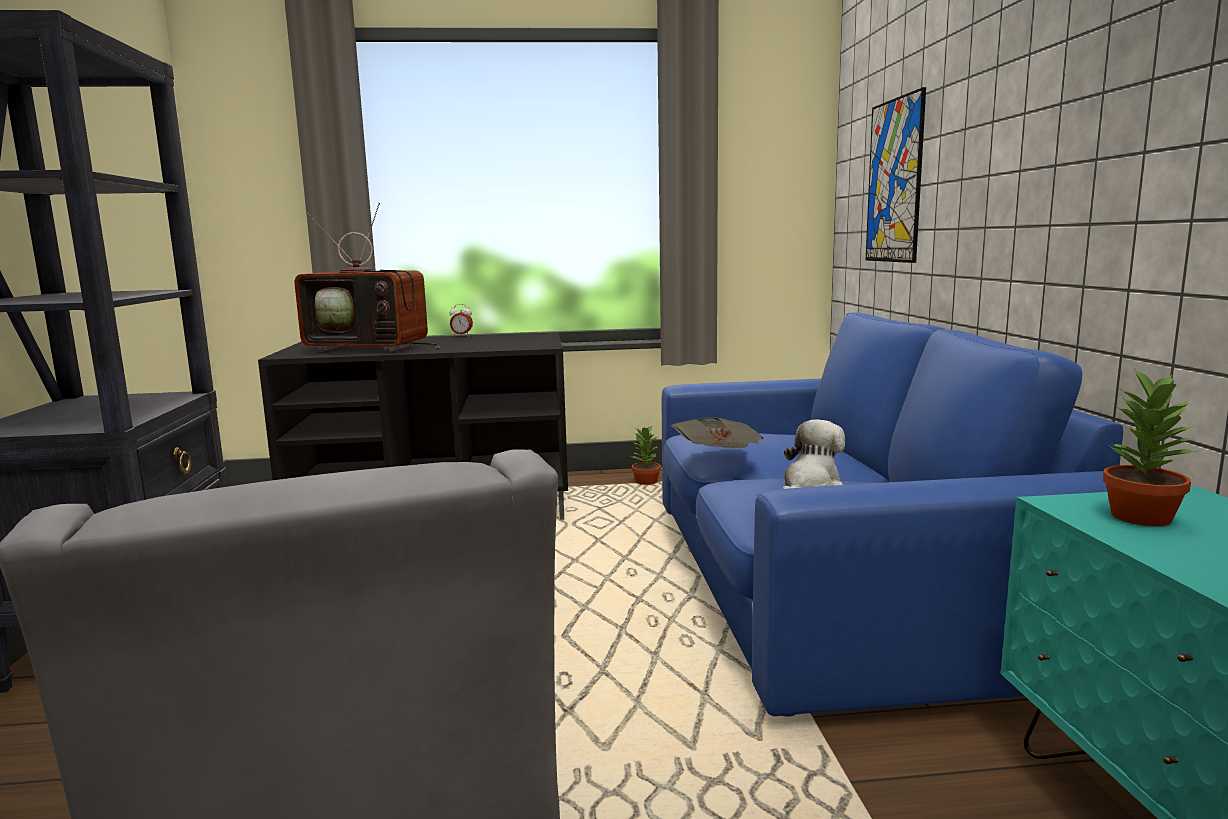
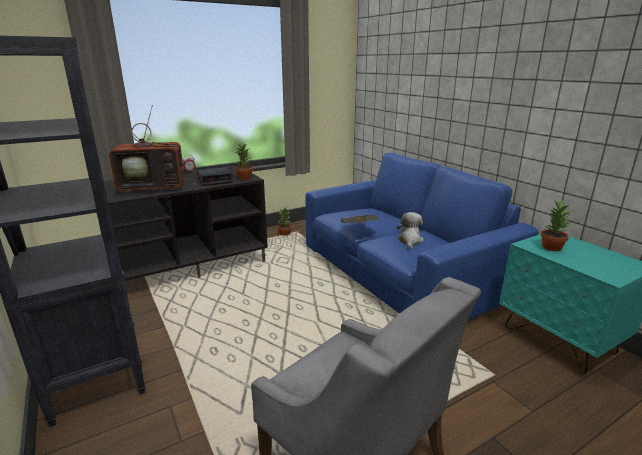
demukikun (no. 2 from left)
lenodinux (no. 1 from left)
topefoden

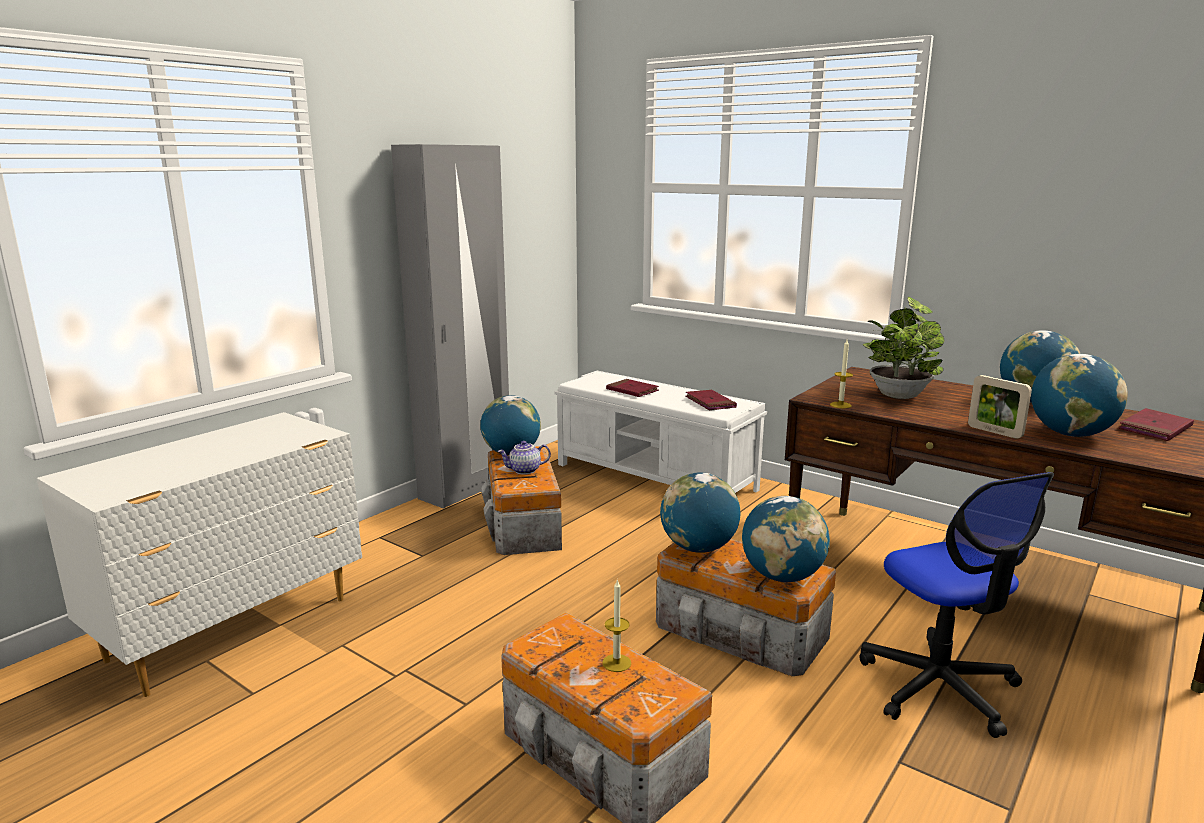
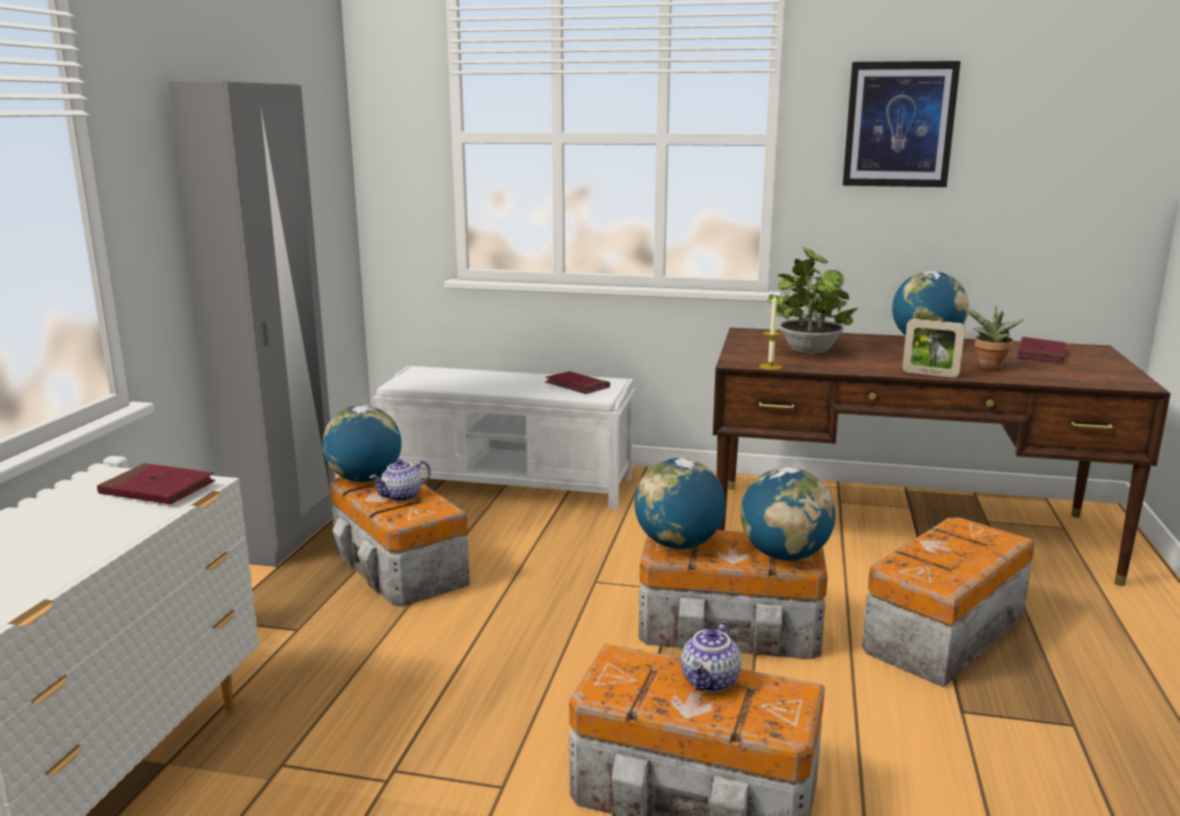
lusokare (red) (no. 1 from left)
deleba (no. 2 from left)
topefoden
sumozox (no. 4 from left)
lenodinux (no. 2 from left)

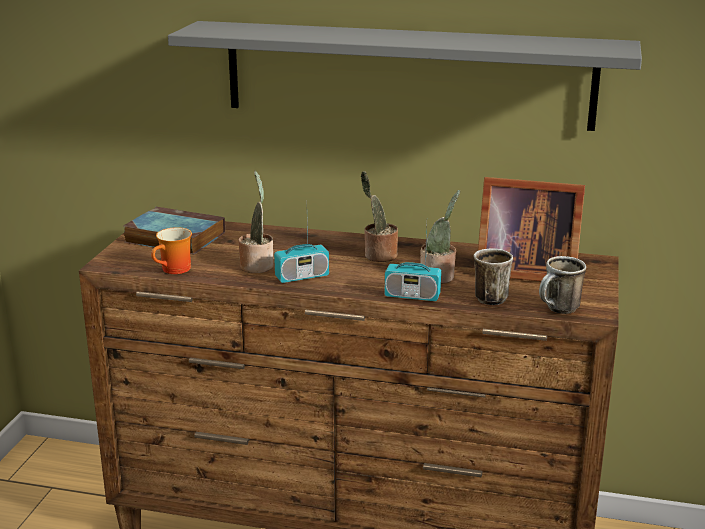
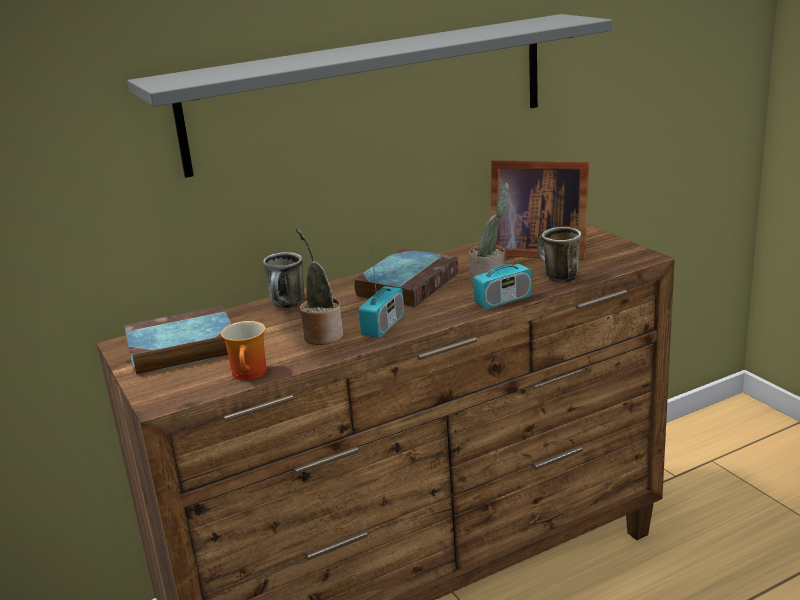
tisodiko (no. 2 from left)
lusokare (no. 2 from left)
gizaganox

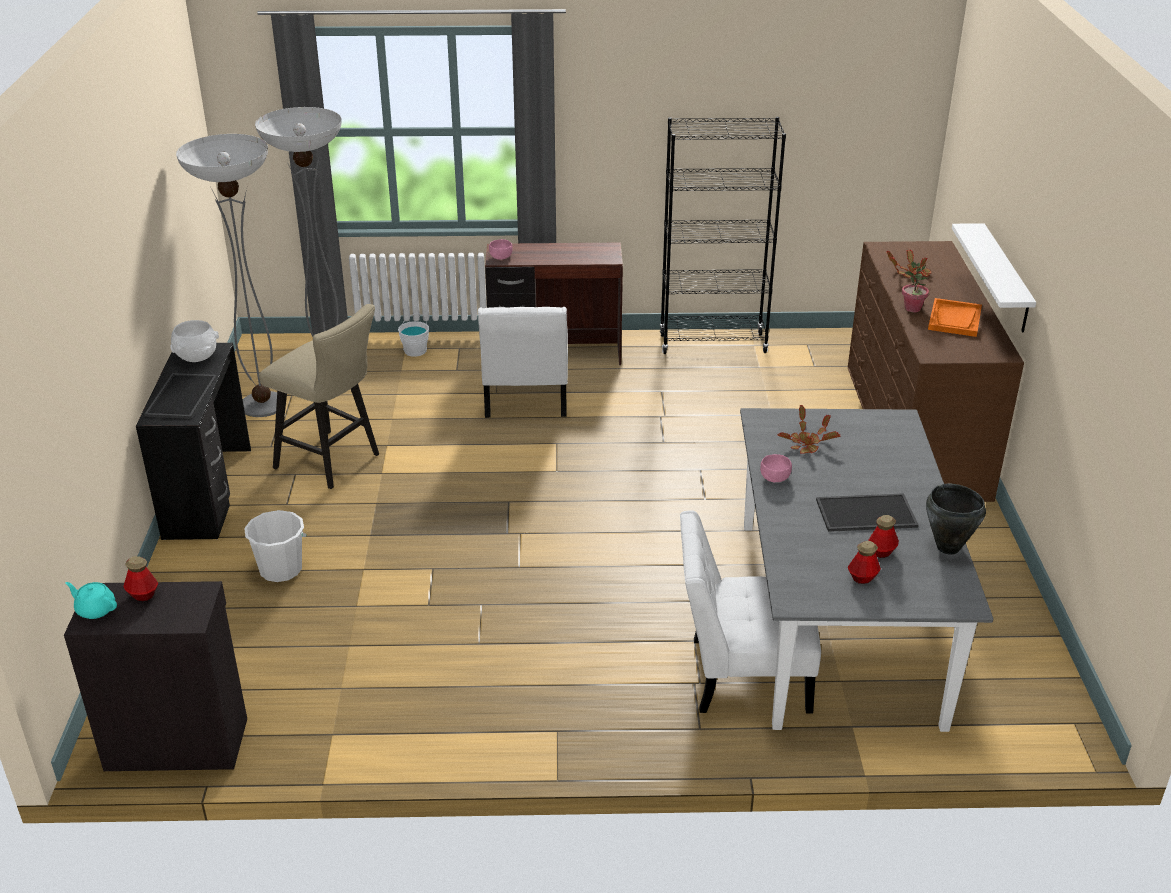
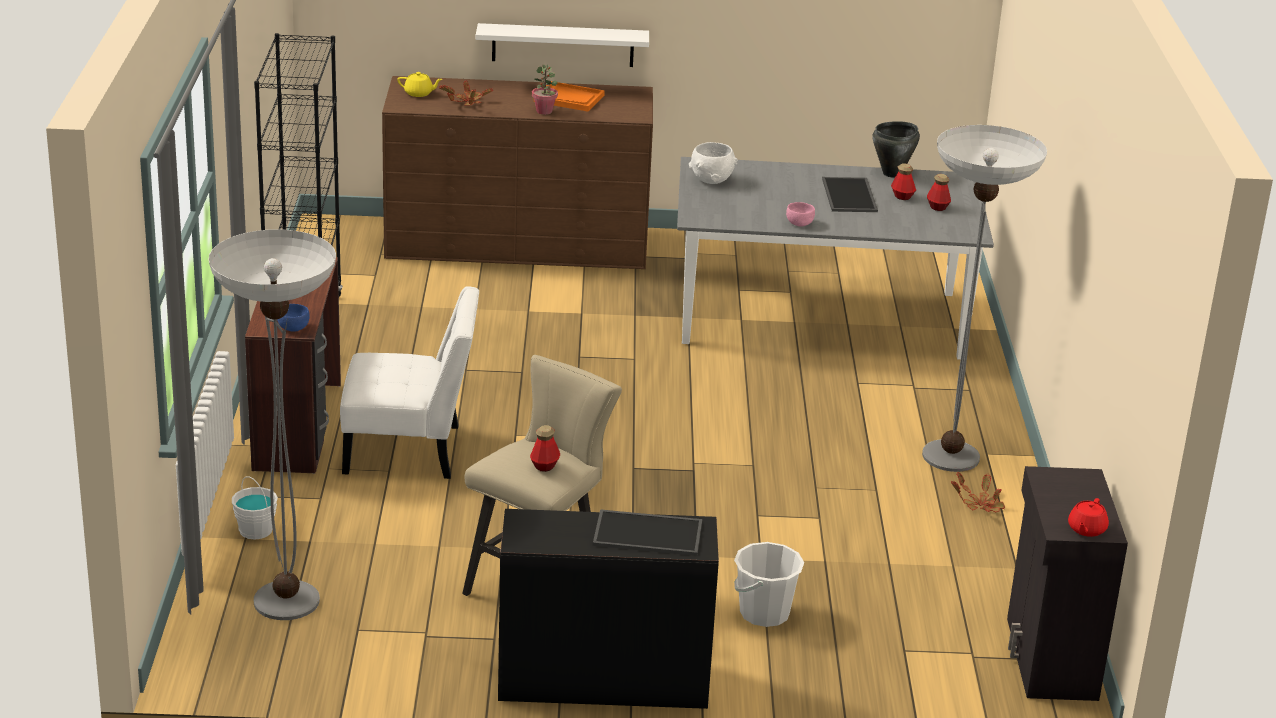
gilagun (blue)
deleba (yellow)
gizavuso (no. 1 from left)
gilagun (white)
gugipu (no. 2 from left)
lenodinux (no. 3 from left)
deleba (red)
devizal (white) (no. 2 from left in the first image)

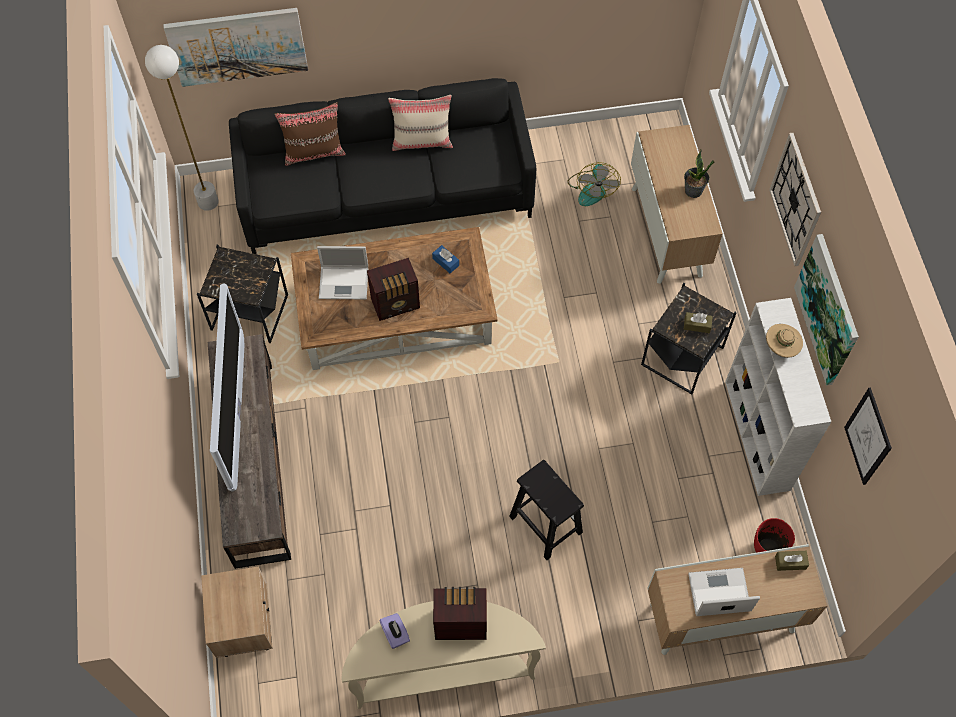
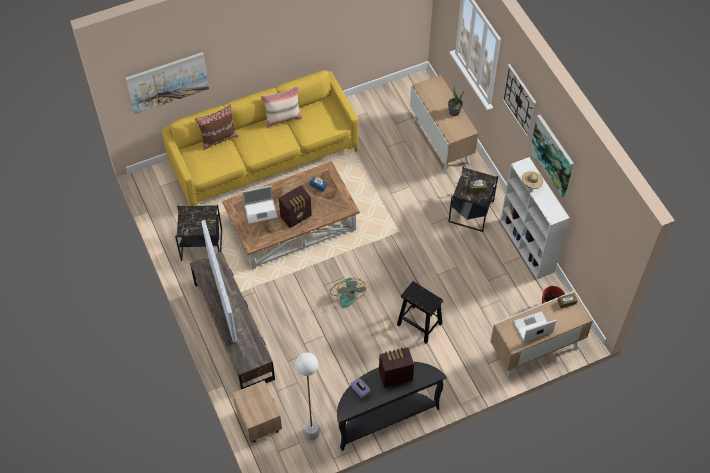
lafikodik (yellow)
gugipu (white)
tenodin
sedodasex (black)
topefoden (no. 3 from left in the first image)

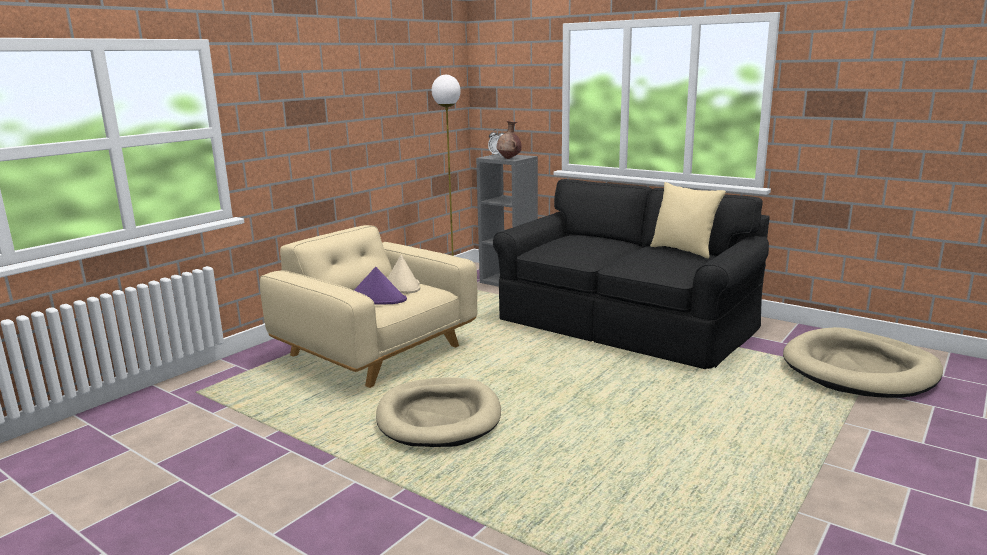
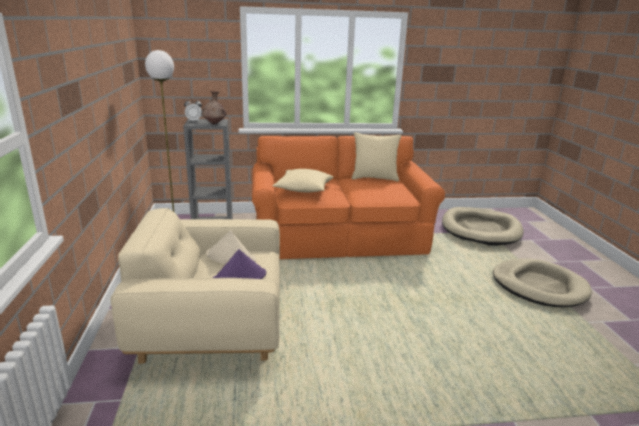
lafikodik (orange)
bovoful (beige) (no. 1 from left)
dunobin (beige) (no. 2 from left)

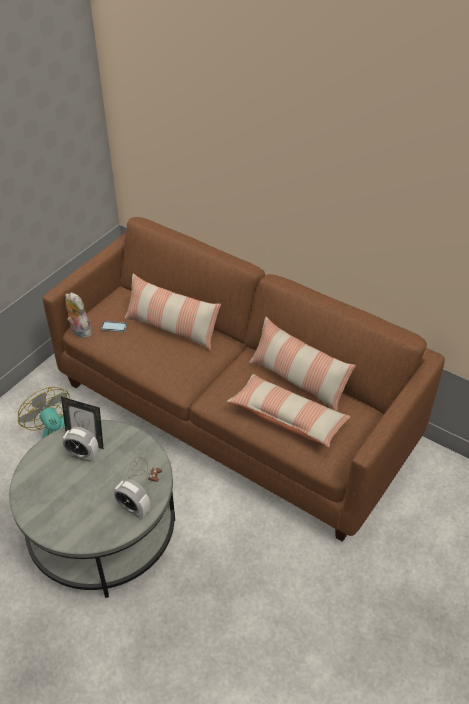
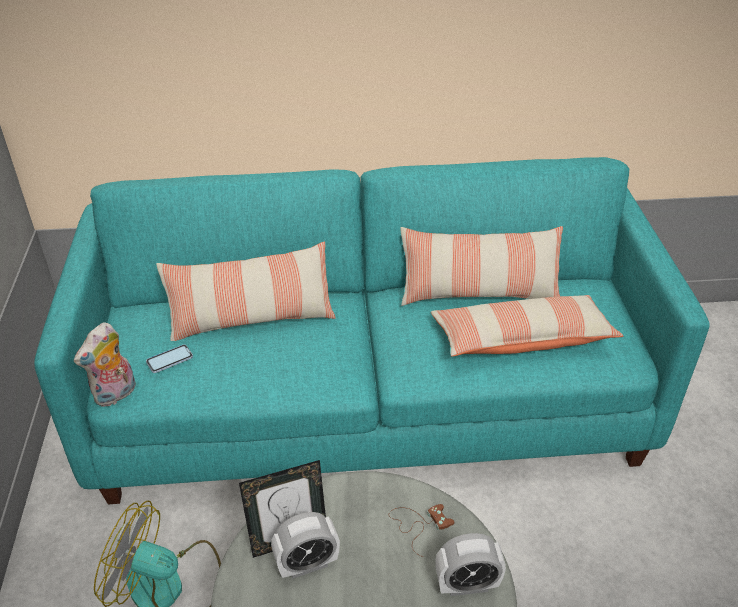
lafikodik (turquoise)
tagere

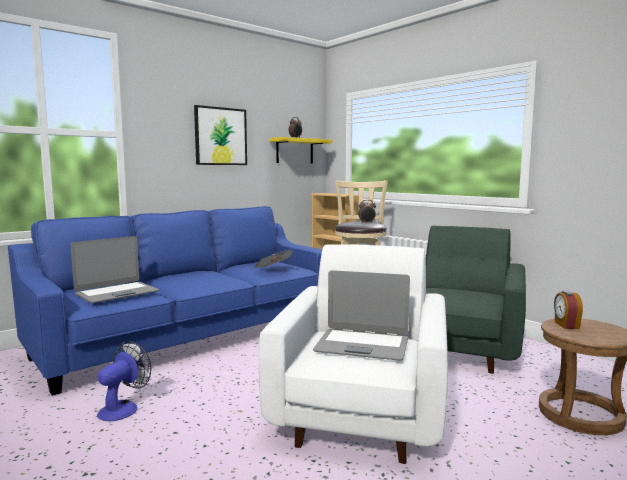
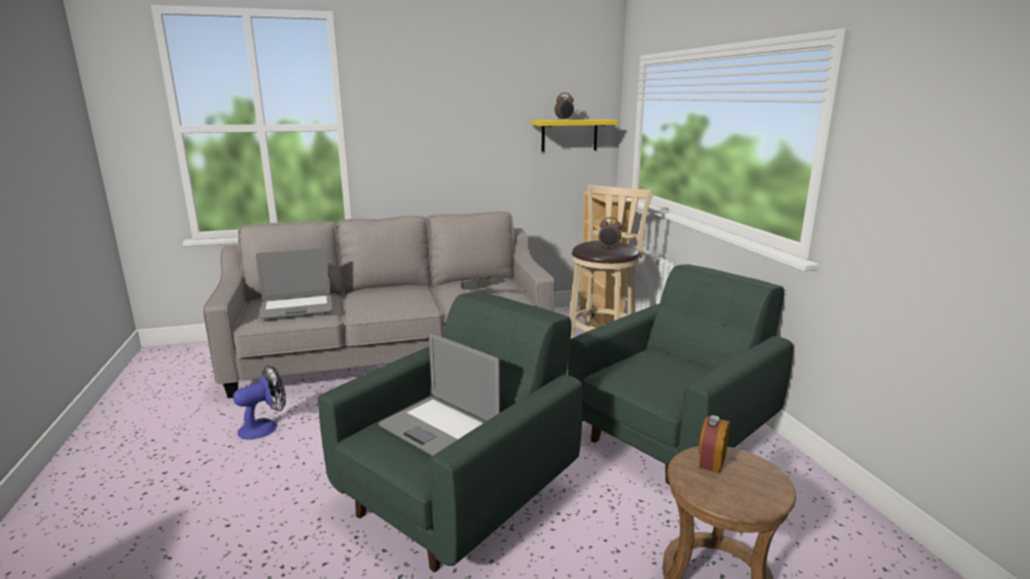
lafikodik (grey)
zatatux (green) (no. 1 from left)
topefoden

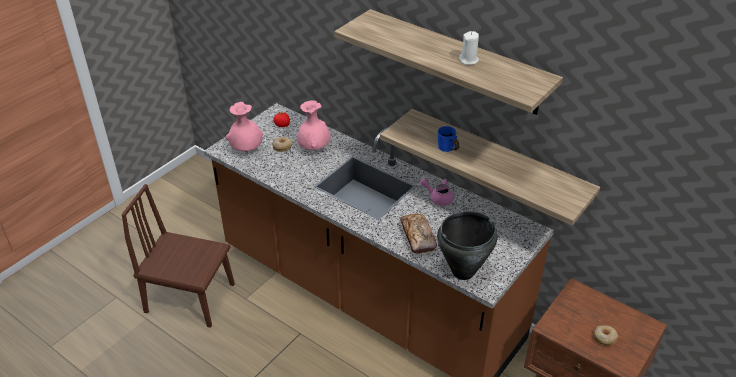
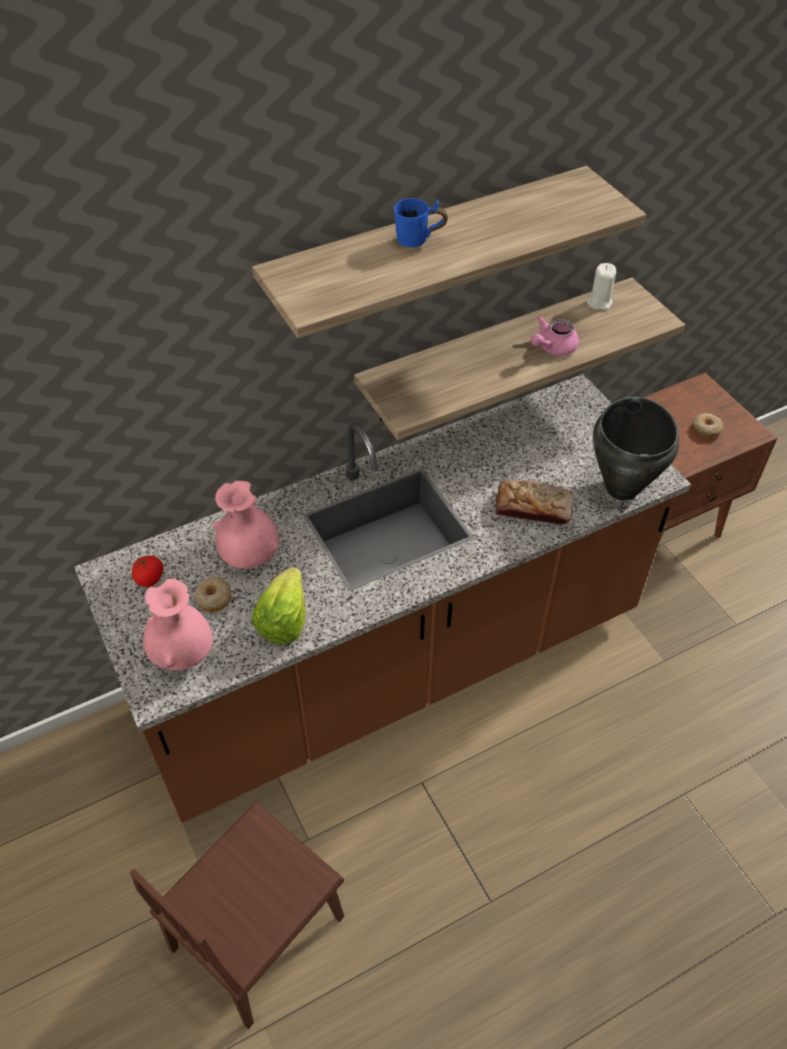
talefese
tisodiko (blue)
deleba (pink)
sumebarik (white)

